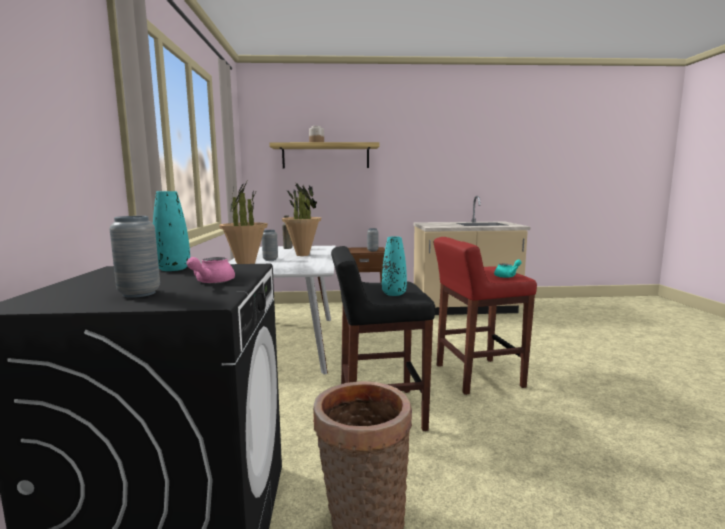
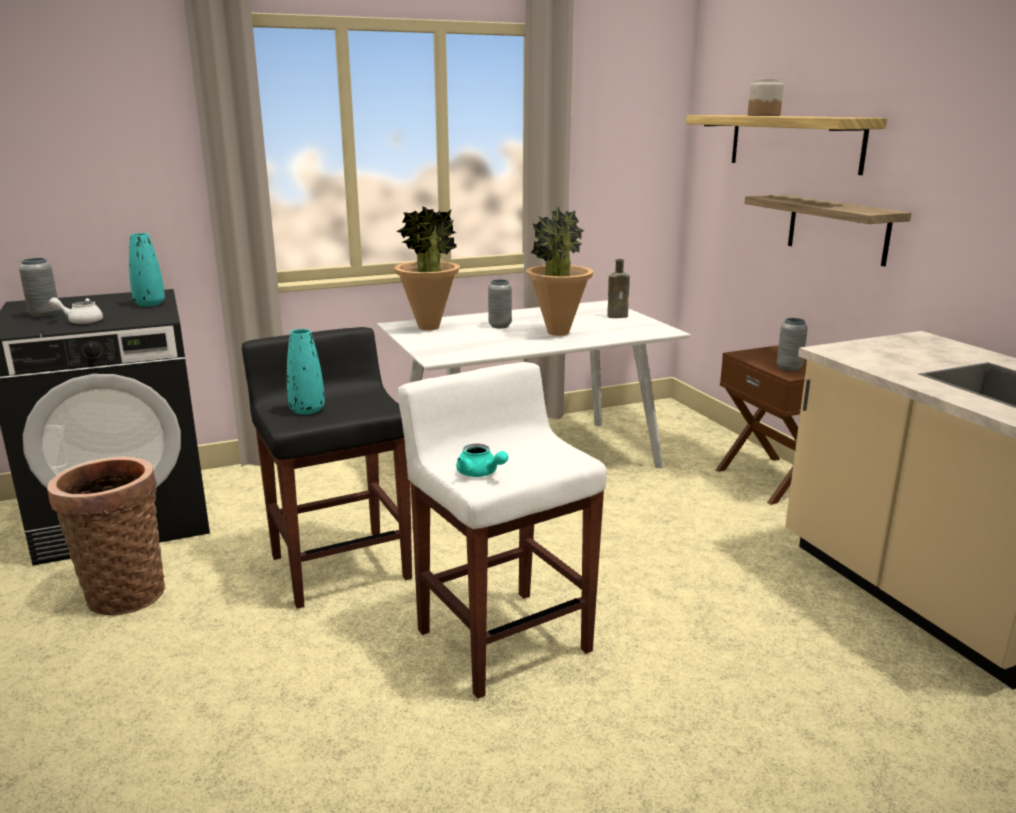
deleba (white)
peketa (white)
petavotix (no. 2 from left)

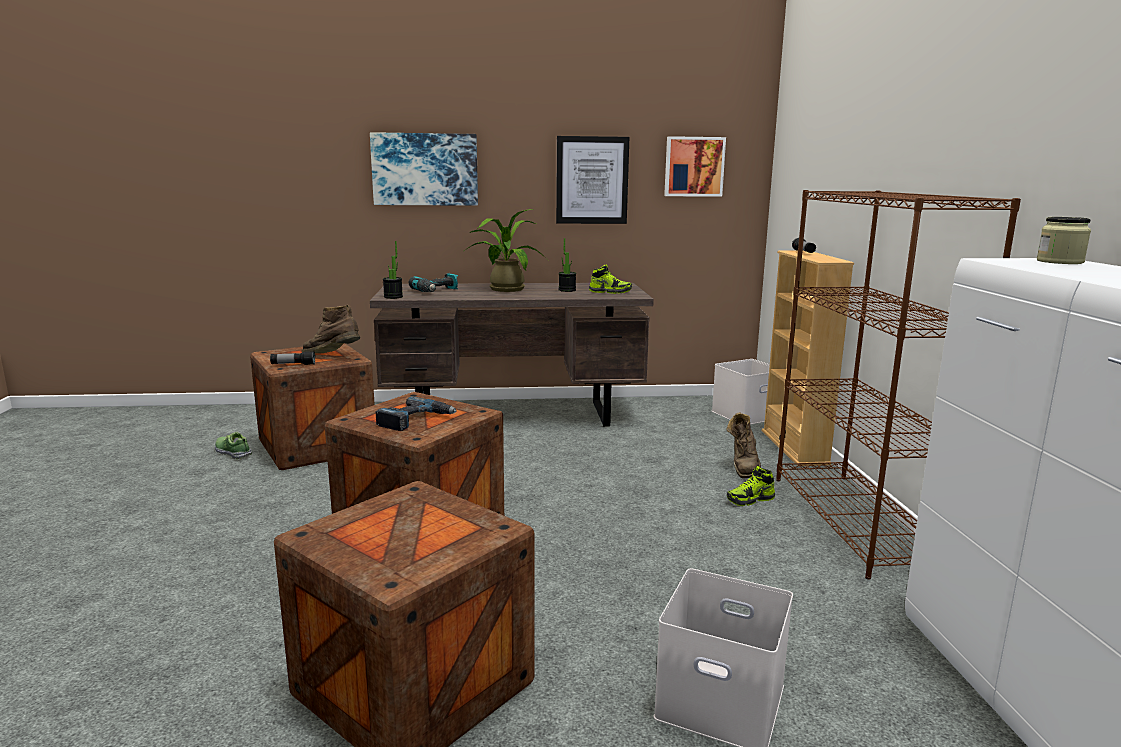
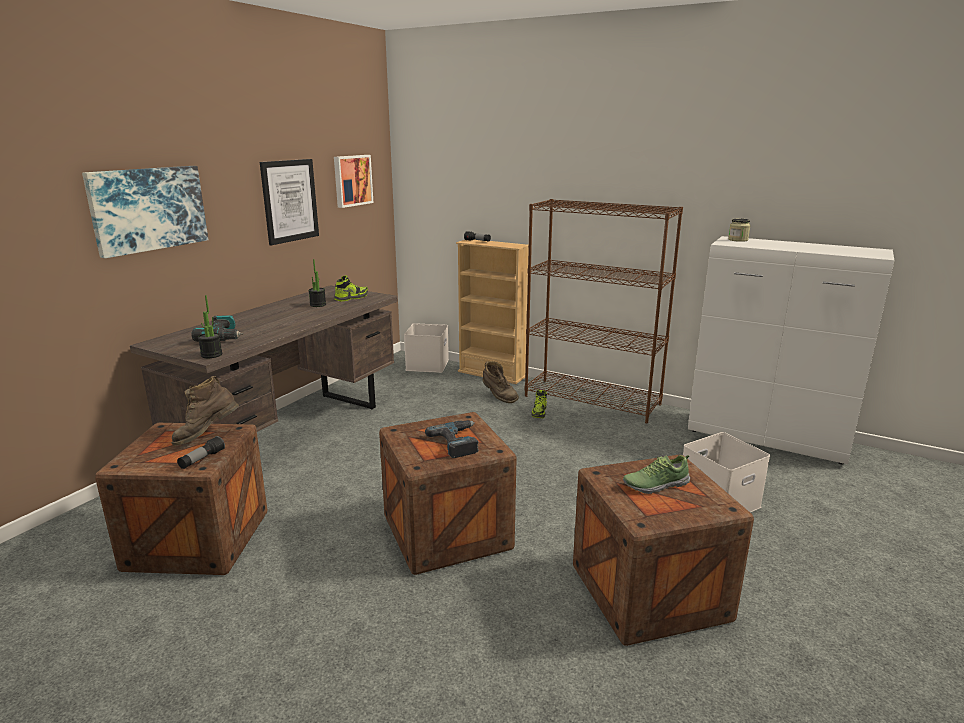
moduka (no. 3 from left)
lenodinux (no. 2 from left in the first image)

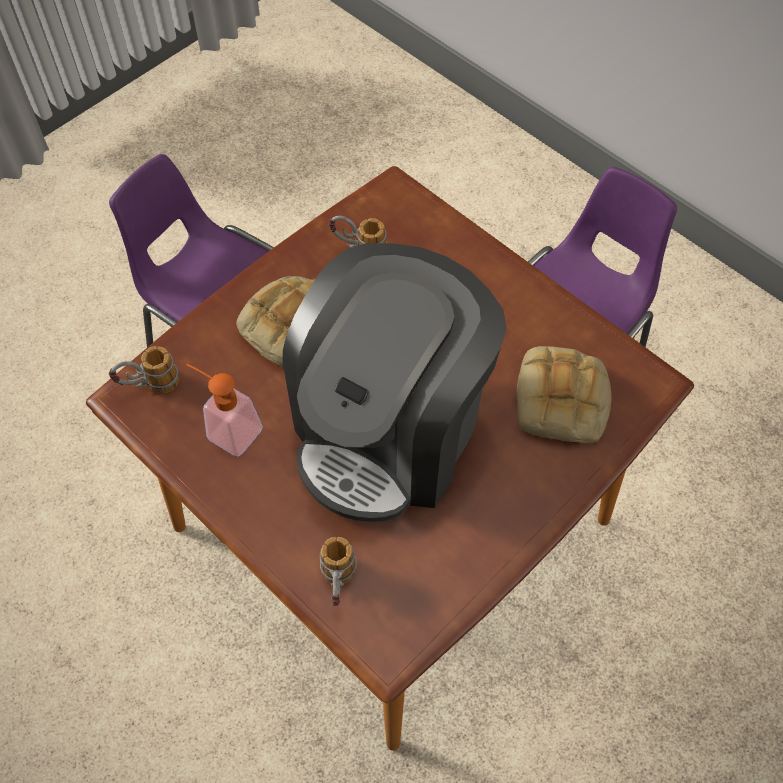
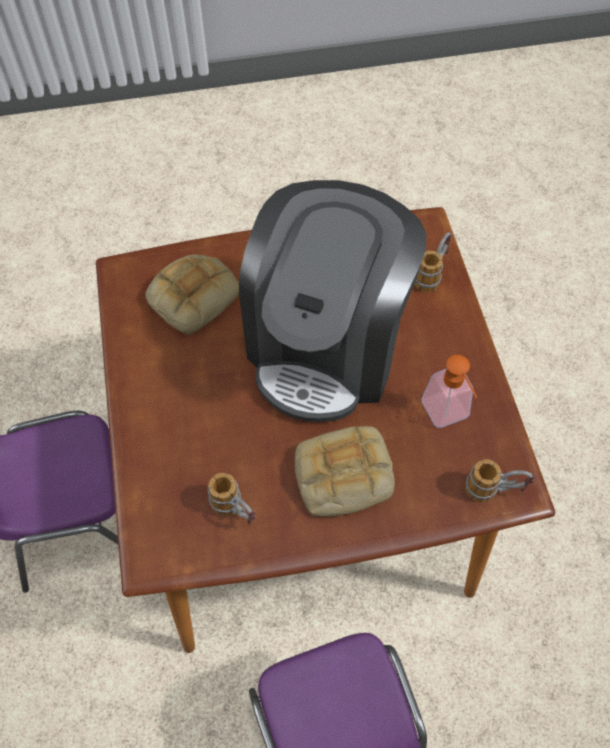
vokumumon

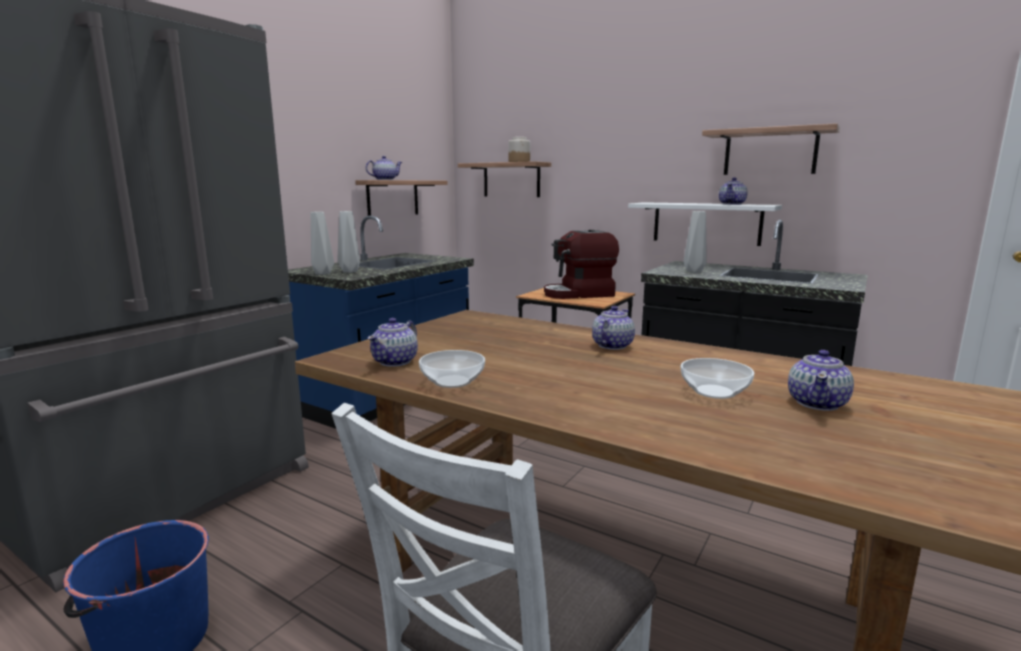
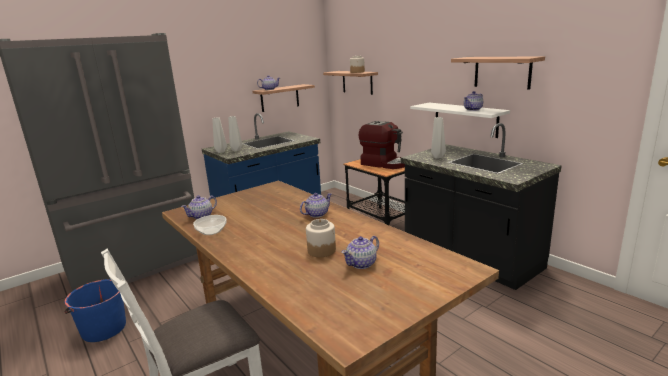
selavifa (no. 1 from left)
vokumumon

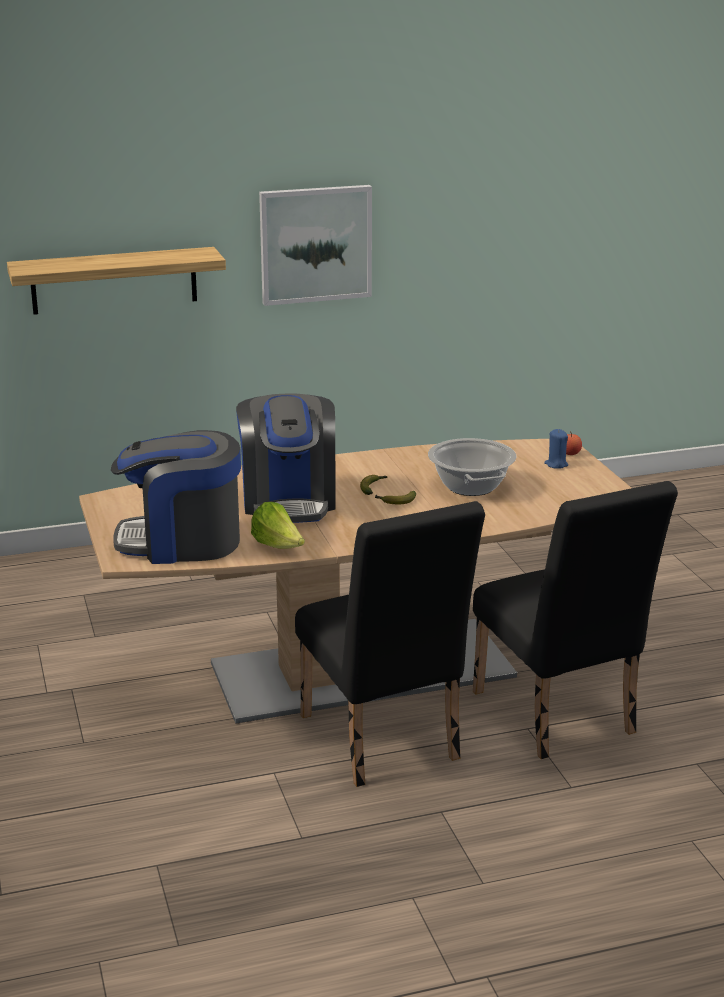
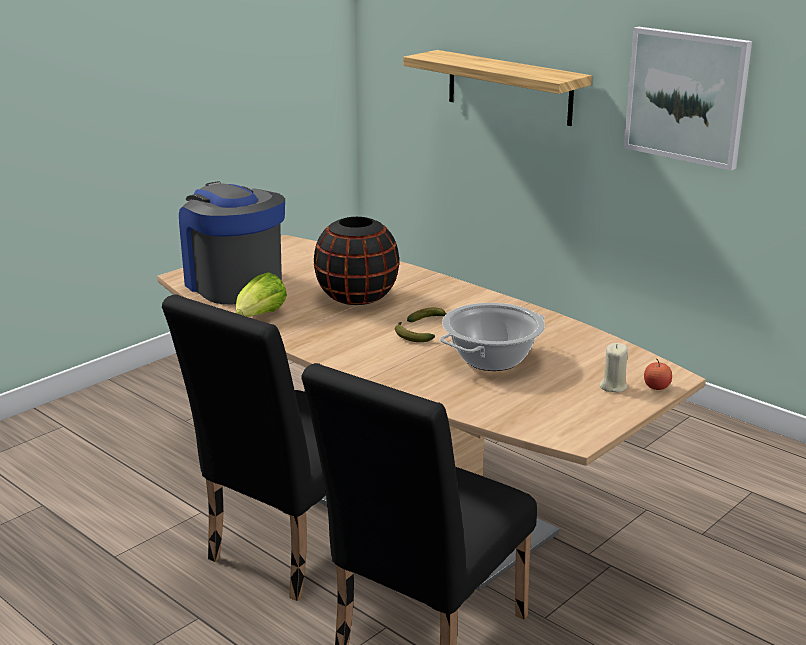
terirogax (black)
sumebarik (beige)

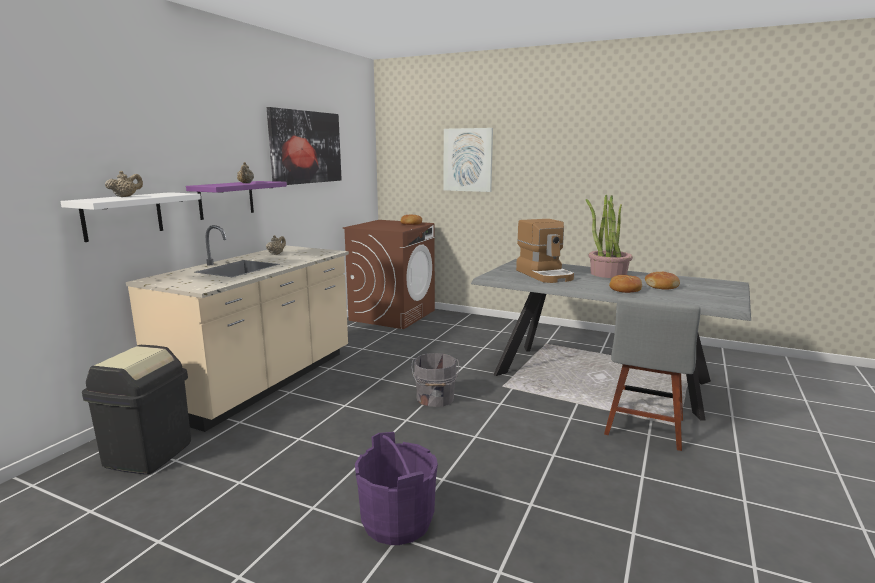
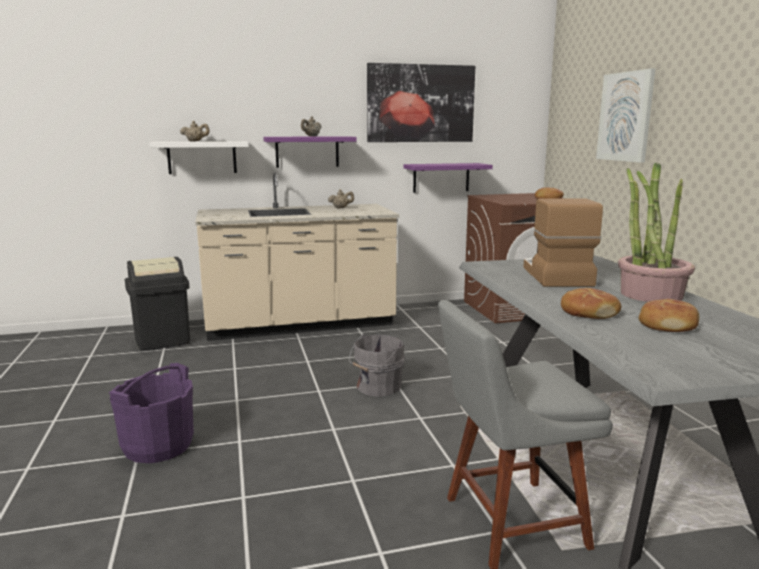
petavotix (purple) (no. 2 from left)
vokumumon

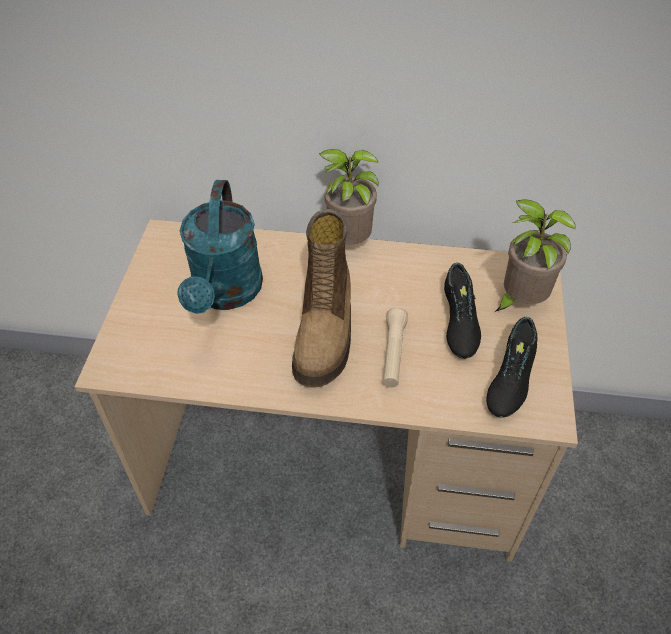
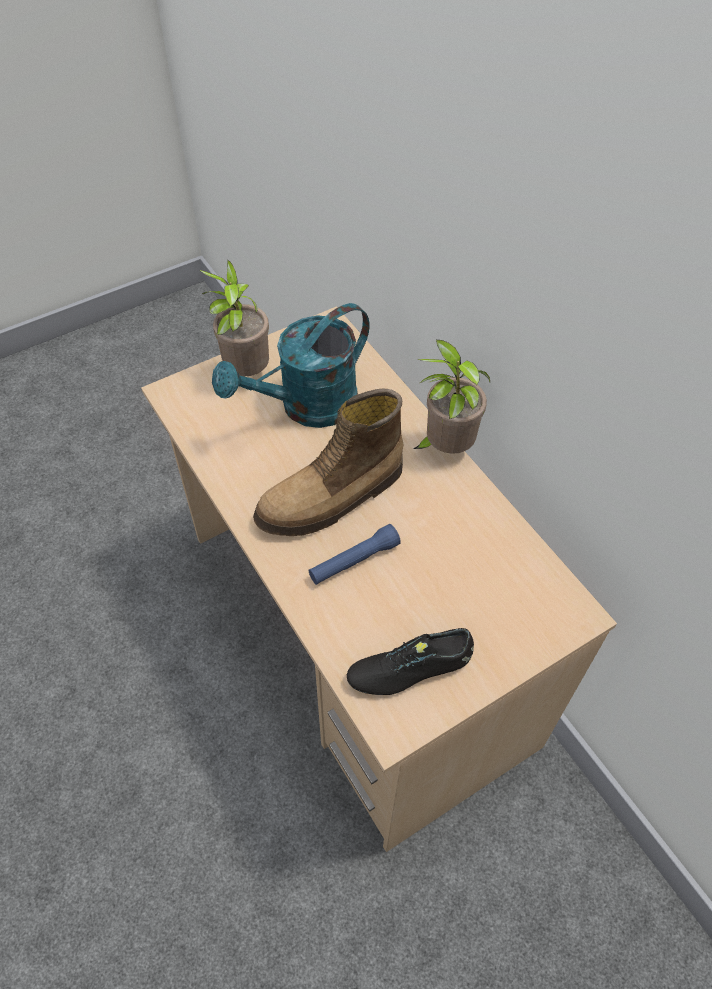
lenodinux (no. 1 from left)
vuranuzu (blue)
moduka (black) (no. 1 from left in the first image)

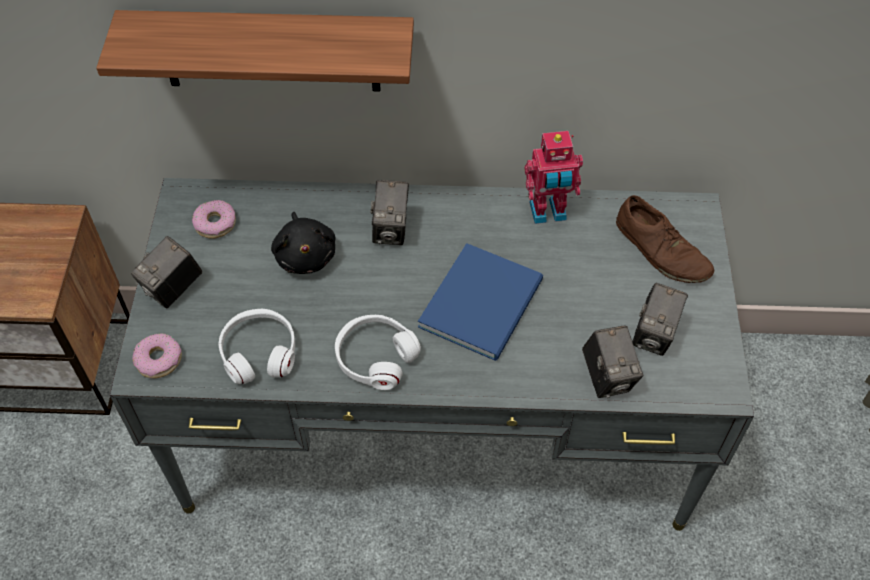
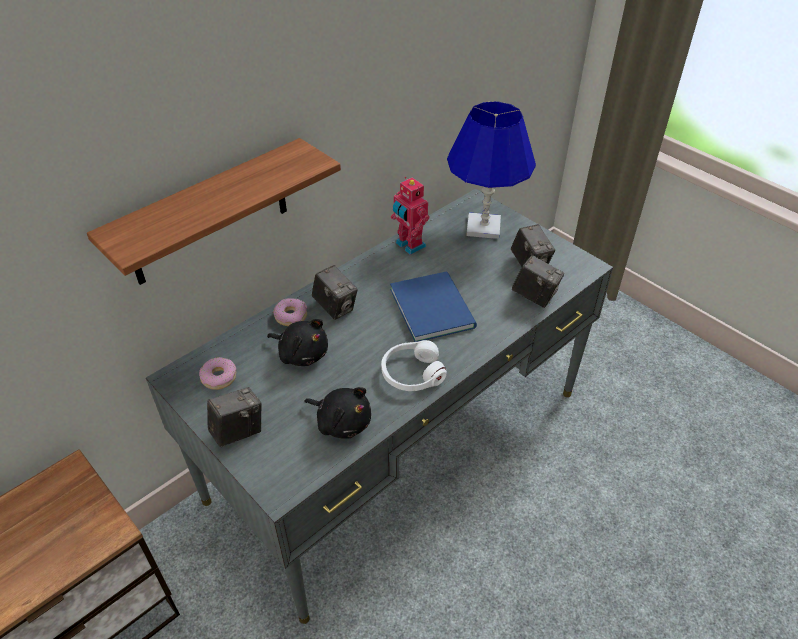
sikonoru (no. 1 from left)
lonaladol (no. 2 from left)
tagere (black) (no. 2 from left)
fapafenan
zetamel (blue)

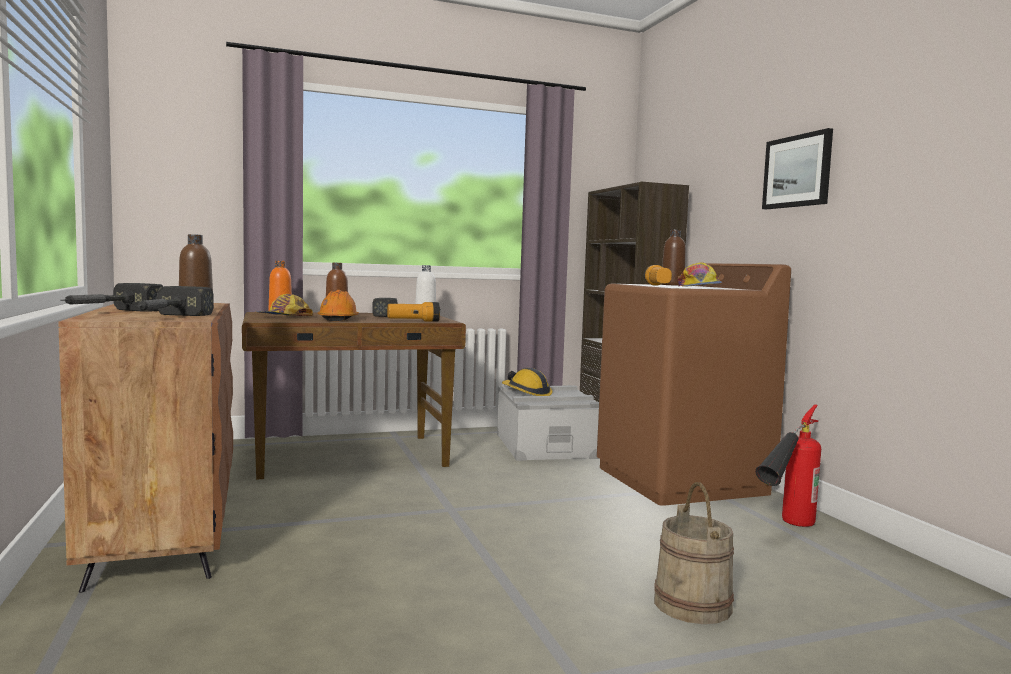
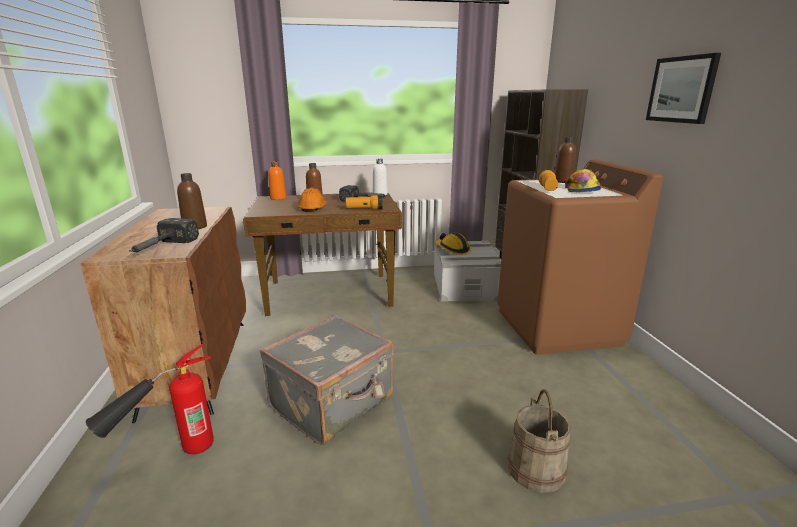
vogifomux
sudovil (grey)
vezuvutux (no. 1 from left in the first image)
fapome (no. 1 from left in the first image)

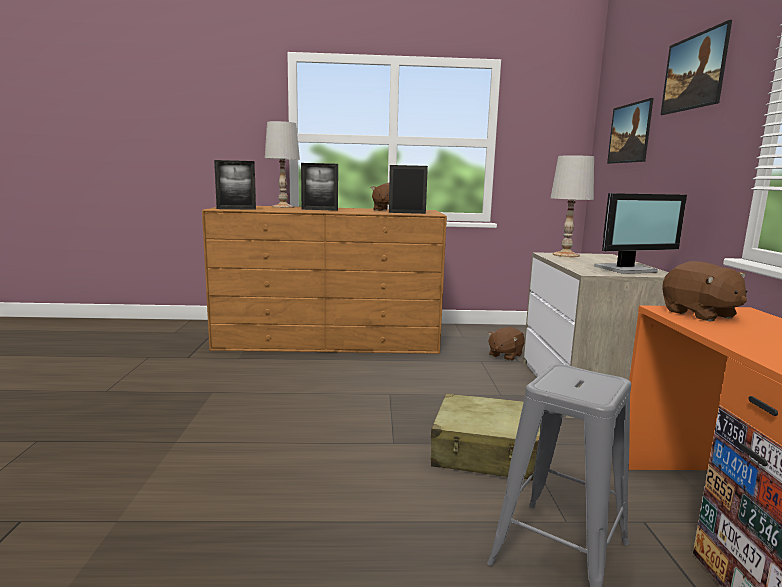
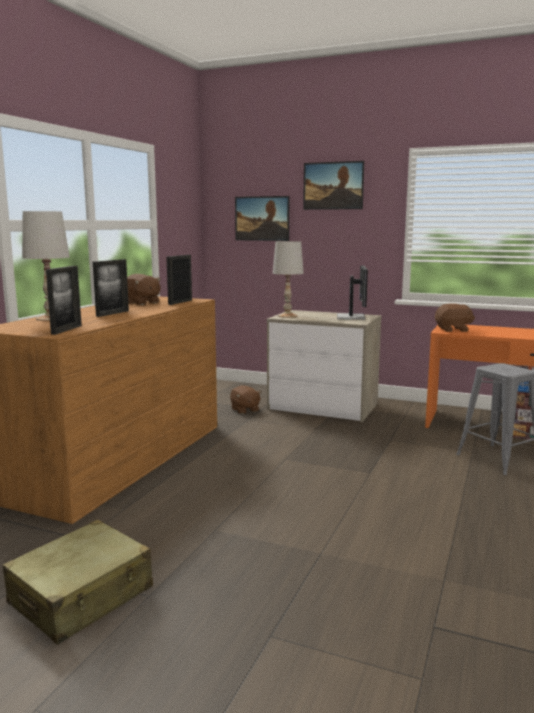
sudovil (beige)

